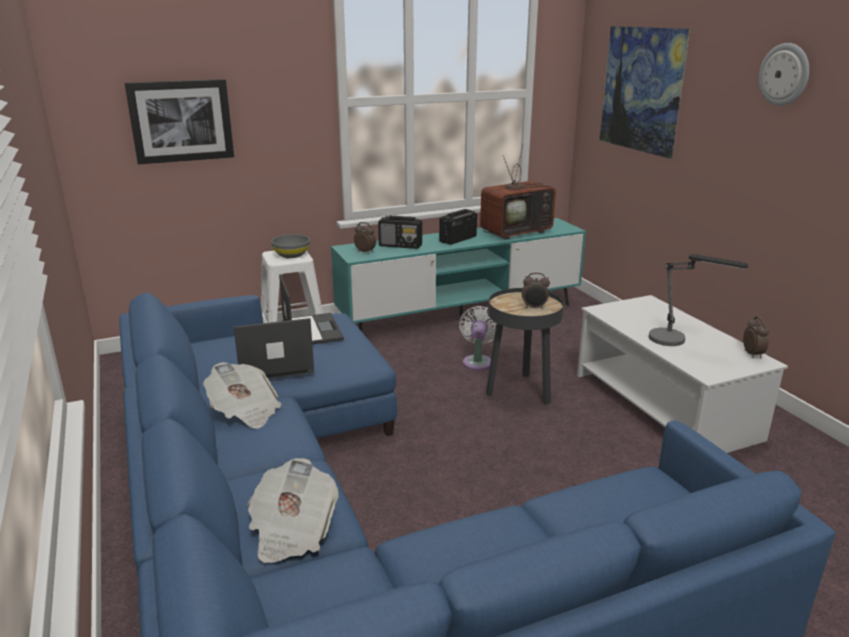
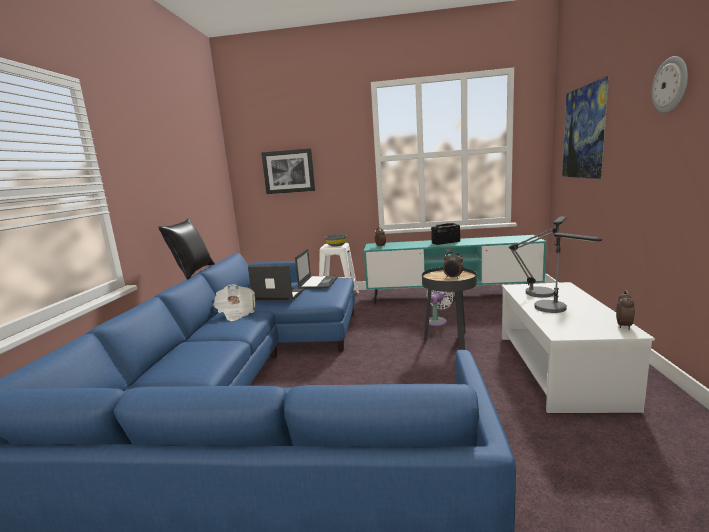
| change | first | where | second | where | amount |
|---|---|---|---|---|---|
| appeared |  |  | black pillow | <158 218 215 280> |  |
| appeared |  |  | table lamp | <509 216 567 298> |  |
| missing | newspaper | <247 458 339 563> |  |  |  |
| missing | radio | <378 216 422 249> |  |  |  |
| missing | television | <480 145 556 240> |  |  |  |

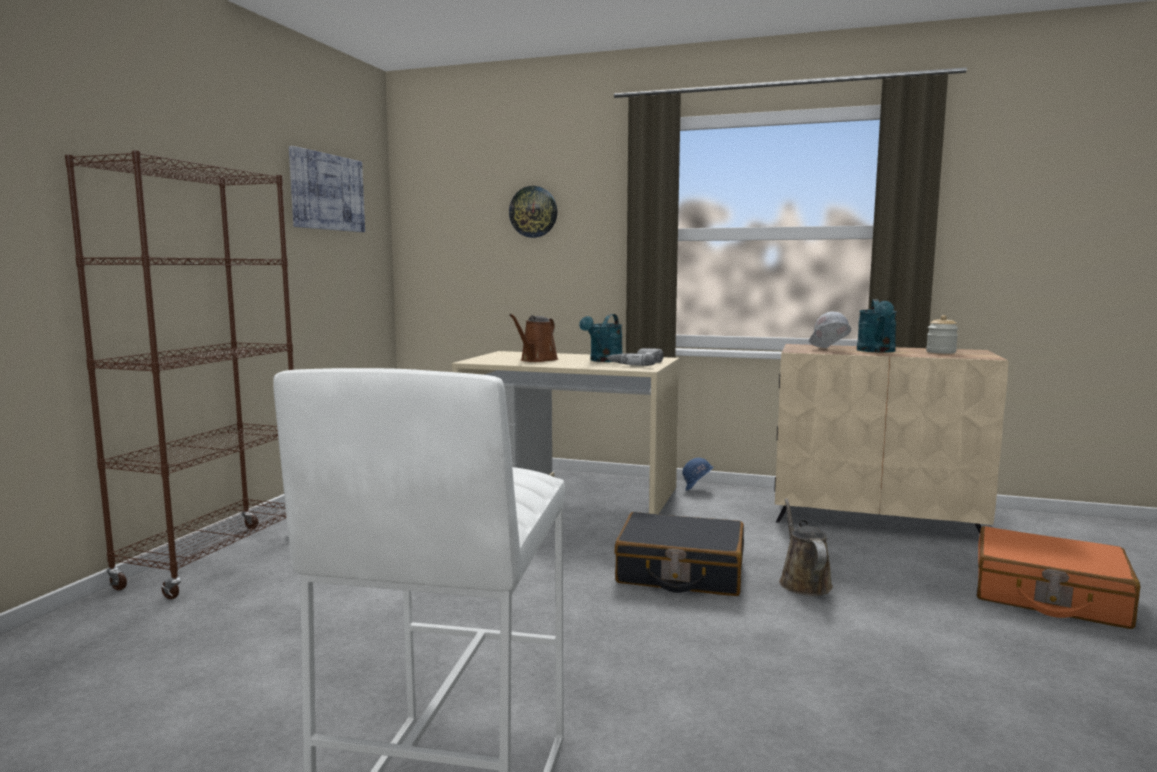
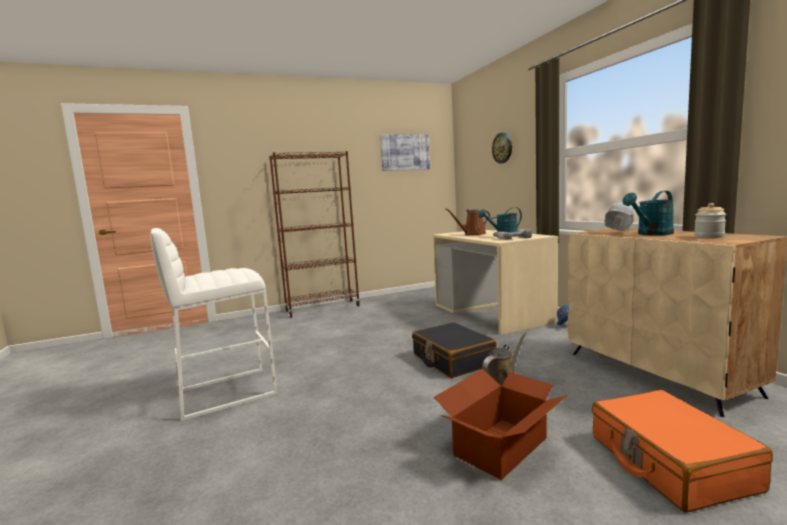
| change | first | where | second | where | amount |
|---|---|---|---|---|---|
| appeared |  |  | cardboard box | <434 369 568 480> |  |

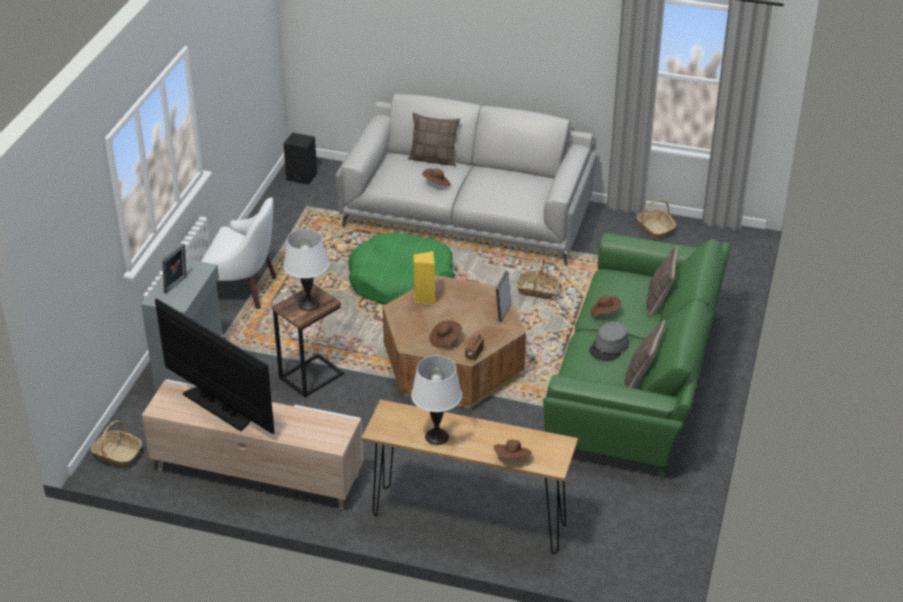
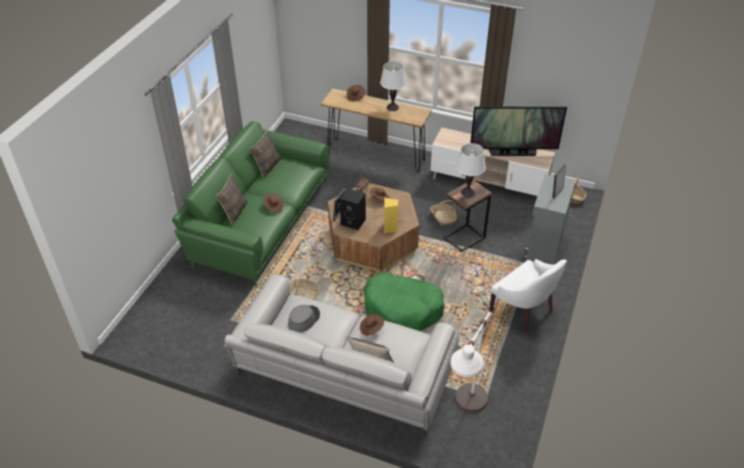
| change | first | where | second | where | amount |
|---|---|---|---|---|---|
| relocated | grey hat | <589 322 629 361> |  | <288 305 320 333> |  |
| relocated | black speaker | <283 132 317 185> |  | <340 188 366 230> |  |
| relocated | basket | <636 199 676 240> |  | <430 200 457 226> |  |
| appeared |  |  | white floor lamp | <450 312 491 412> |  |
| spun | television | <155 298 275 434> |  | <470 107 567 156> | 45 degrees counterclockwise |
| spun | white armchair | <201 197 276 309> |  | <489 259 567 332> | 150 degrees counterclockwise |

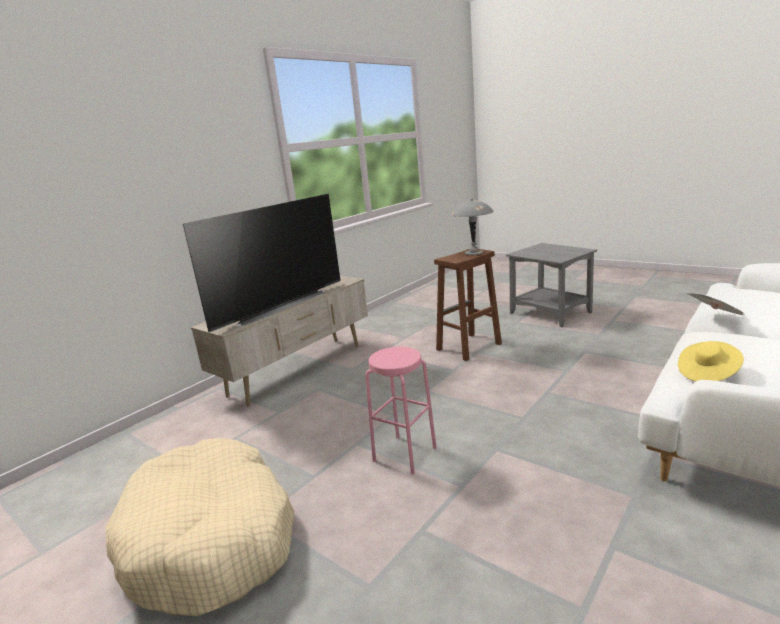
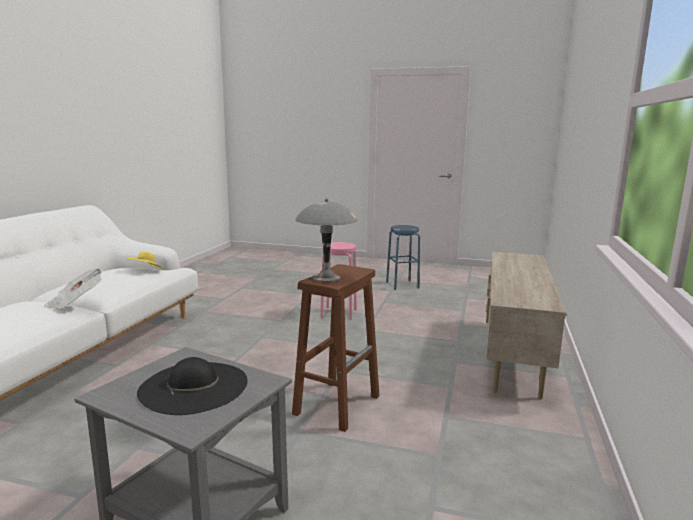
| change | first | where | second | where | amount |
|---|---|---|---|---|---|
| appeared |  |  | black hat | <137 357 248 415> |  |
| exchanged | beige dog bed | <105 438 294 616> | blue stool | <386 225 420 290> |  |
| missing | television | <183 194 341 332> |  |  |  |

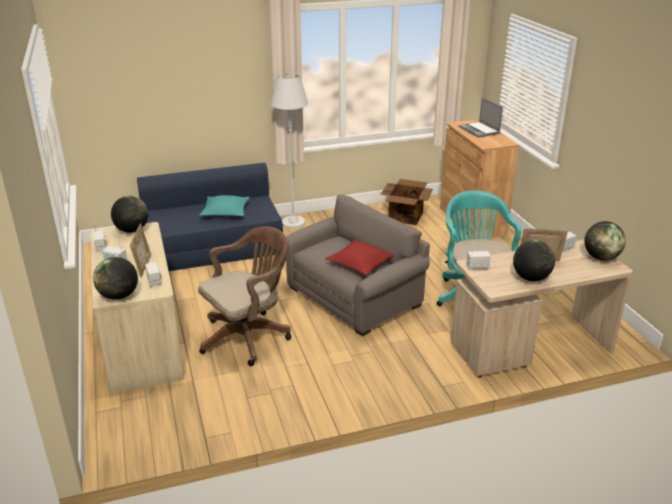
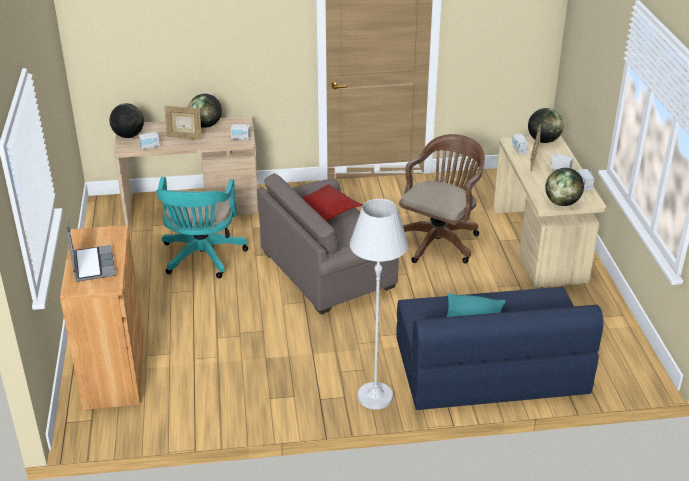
| change | first | where | second | where | amount |
|---|---|---|---|---|---|
| spun | brown office chair | <198 226 291 366> |  | <399 134 485 263> | 150 degrees clockwise |
| missing | cardboard box | <381 179 433 225> |  |  |  |

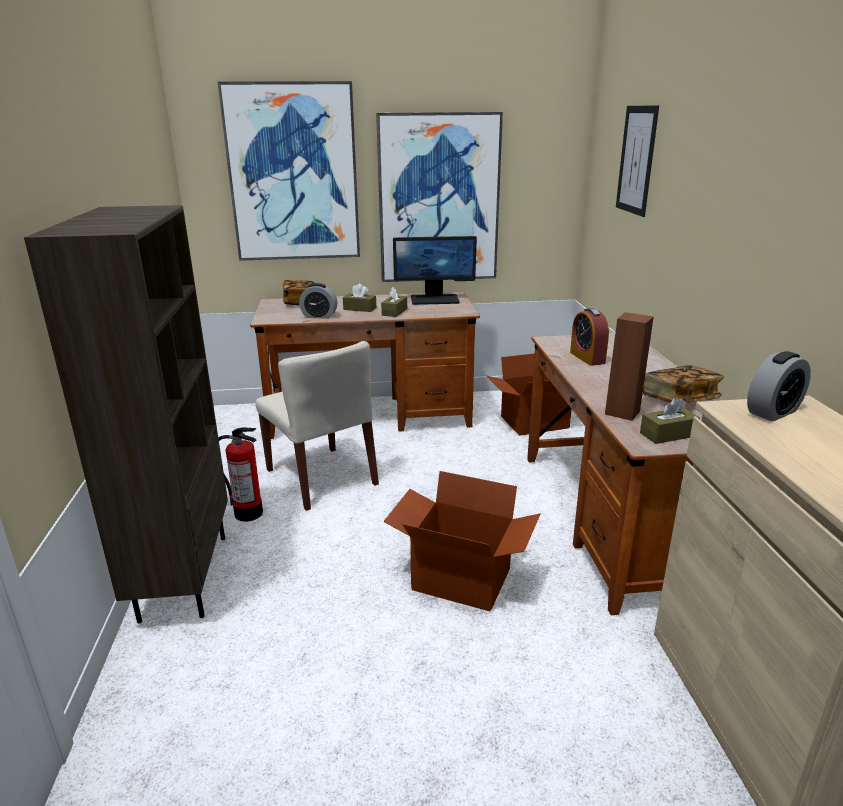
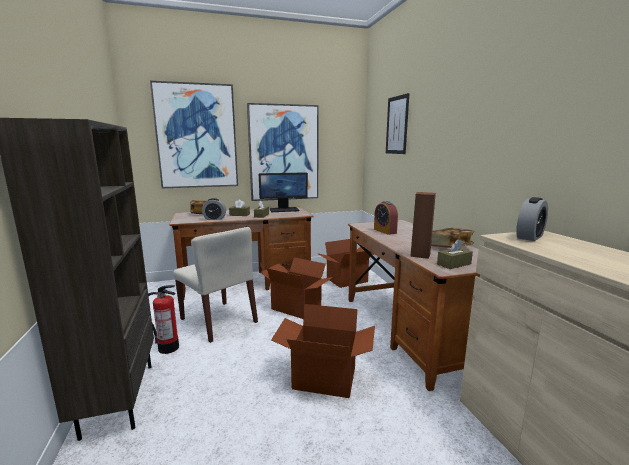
| change | first | where | second | where | amount |
|---|---|---|---|---|---|
| appeared |  |  | cardboard box | <261 257 333 319> |  |

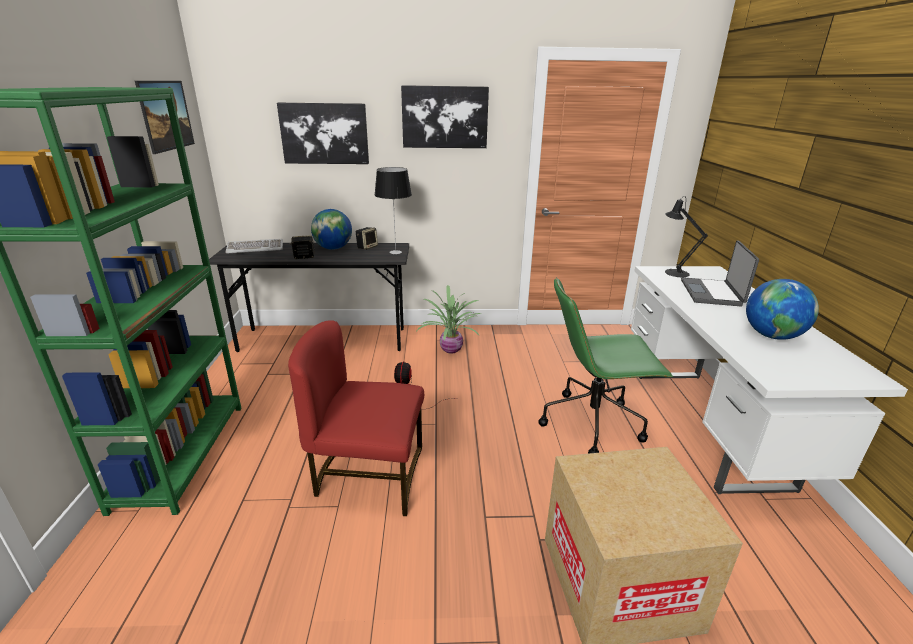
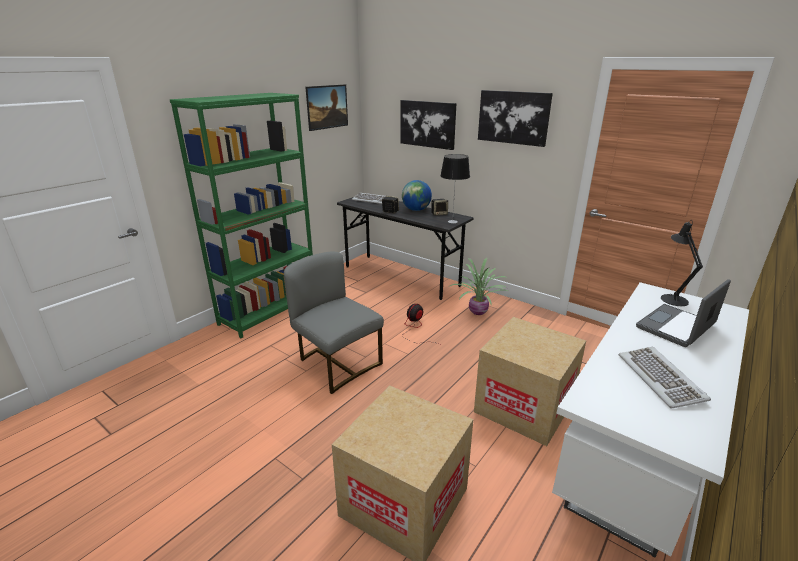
| change | first | where | second | where | amount |
|---|---|---|---|---|---|
| colour | red chair | <288 320 424 516> | grey chair | <284 252 384 394> |  |
| exchanged | green office chair | <539 277 673 454> | cardboard box | <474 317 586 446> |  |
| exchanged | globe | <746 279 819 340> | keyboard | <619 347 711 409> |  |

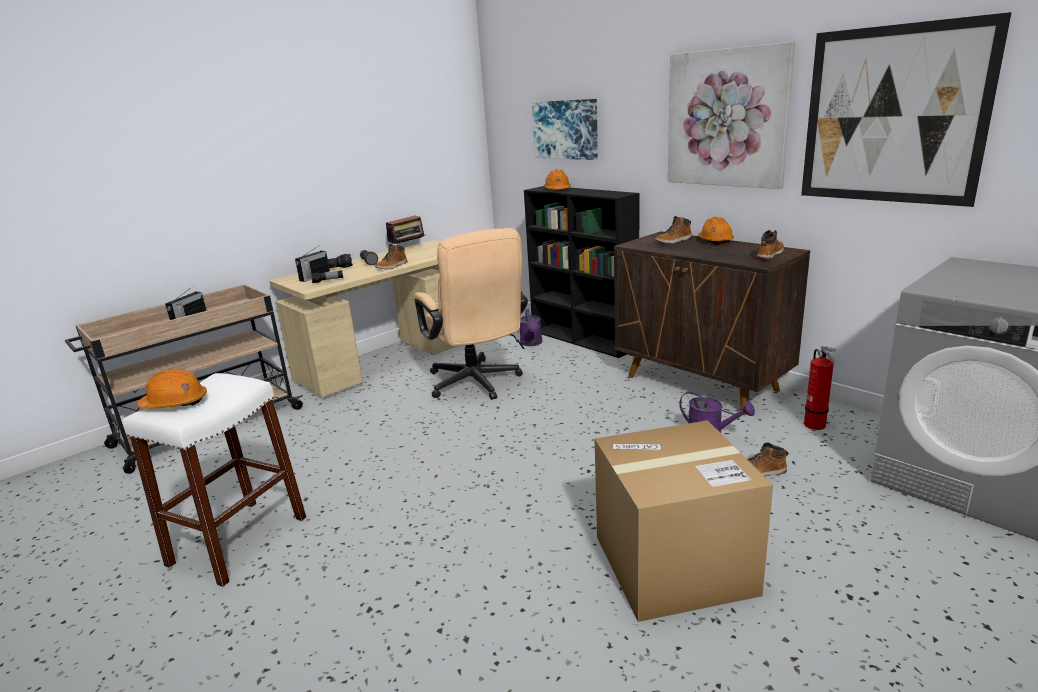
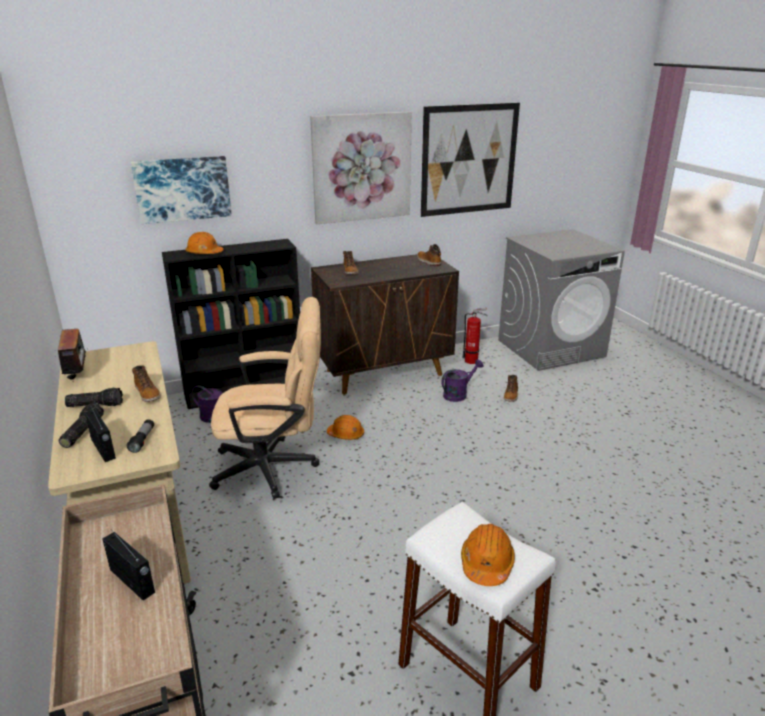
| change | first | where | second | where | amount |
|---|---|---|---|---|---|
| relocated | orange hard hat | <698 217 734 245> |  | <327 415 364 440> |  |
| missing | cardboard box | <595 420 773 622> |  |  |  |

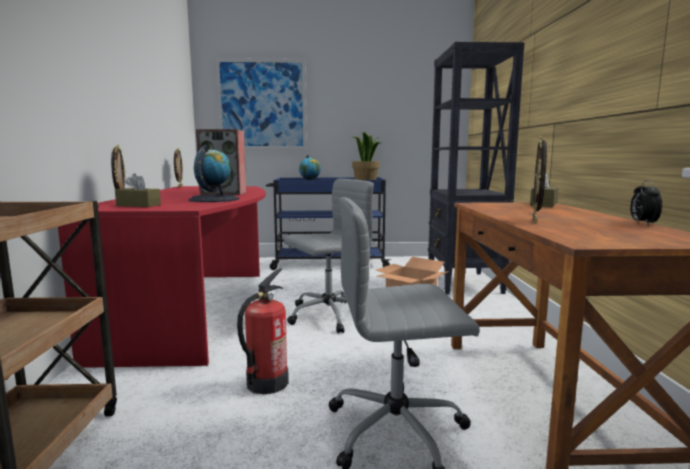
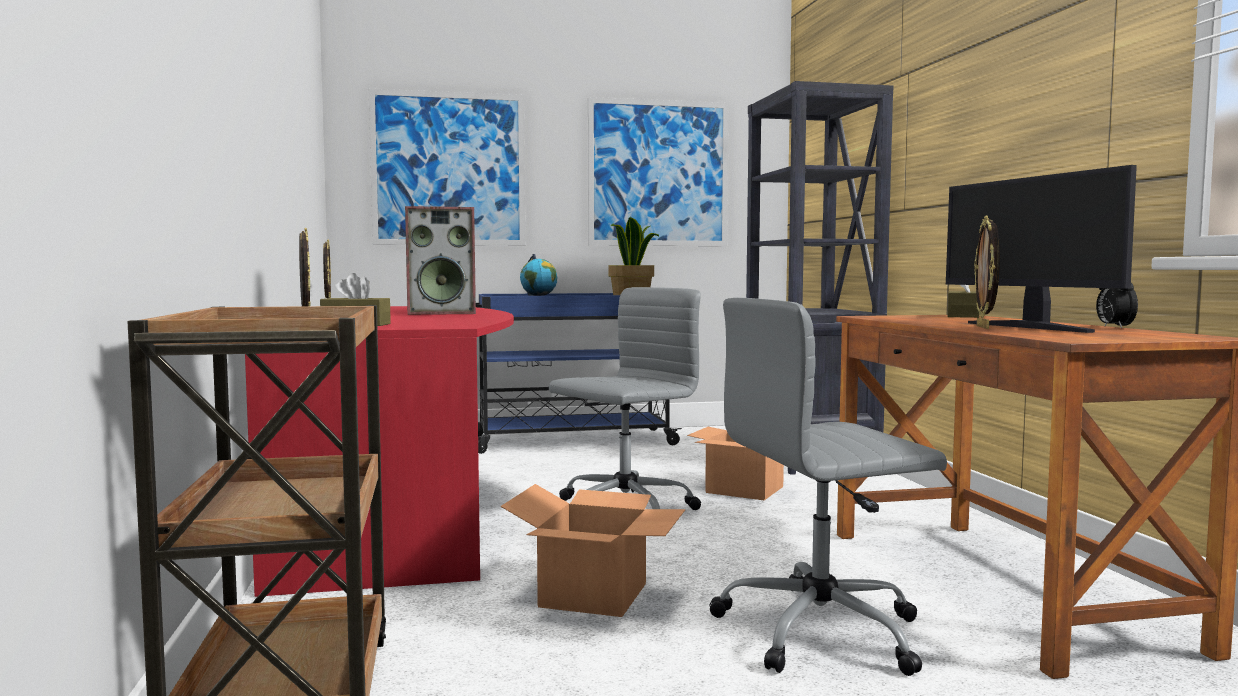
| change | first | where | second | where | amount |
|---|---|---|---|---|---|
| exchanged | fire extinguisher | <237 268 289 394> | cardboard box | <501 484 685 617> |  |
| appeared |  |  | picture | <588 97 729 246> |  |
| appeared |  |  | monitor | <946 165 1137 333> |  |
| missing | globe | <189 145 239 202> |  |  |  |

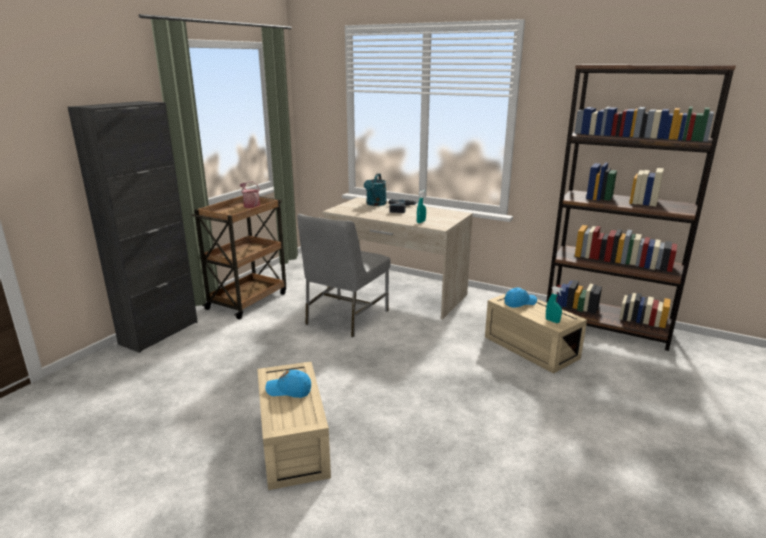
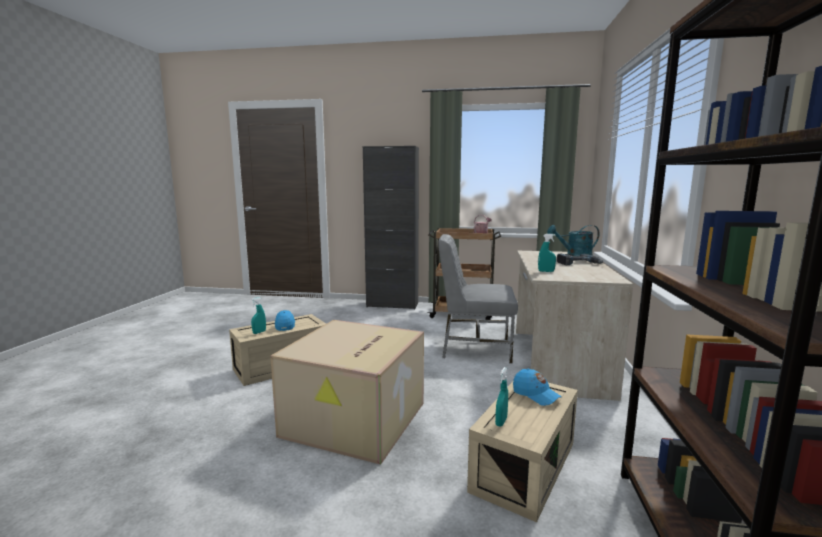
| change | first | where | second | where | amount |
|---|---|---|---|---|---|
| appeared |  |  | turquoise spray bottle | <251 297 266 334> |  |
| appeared |  |  | cardboard box | <270 320 424 465> |  |

